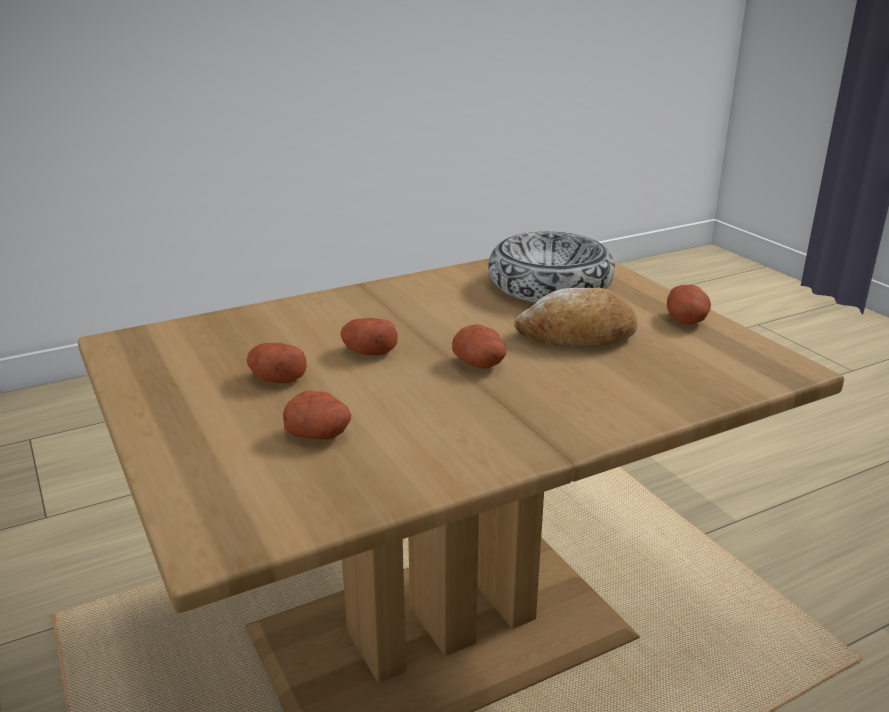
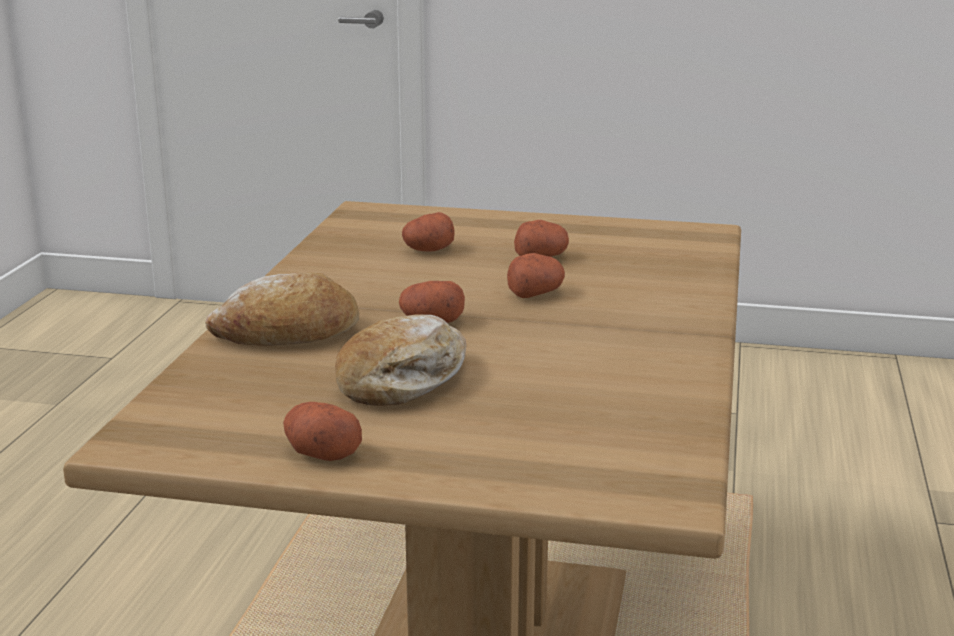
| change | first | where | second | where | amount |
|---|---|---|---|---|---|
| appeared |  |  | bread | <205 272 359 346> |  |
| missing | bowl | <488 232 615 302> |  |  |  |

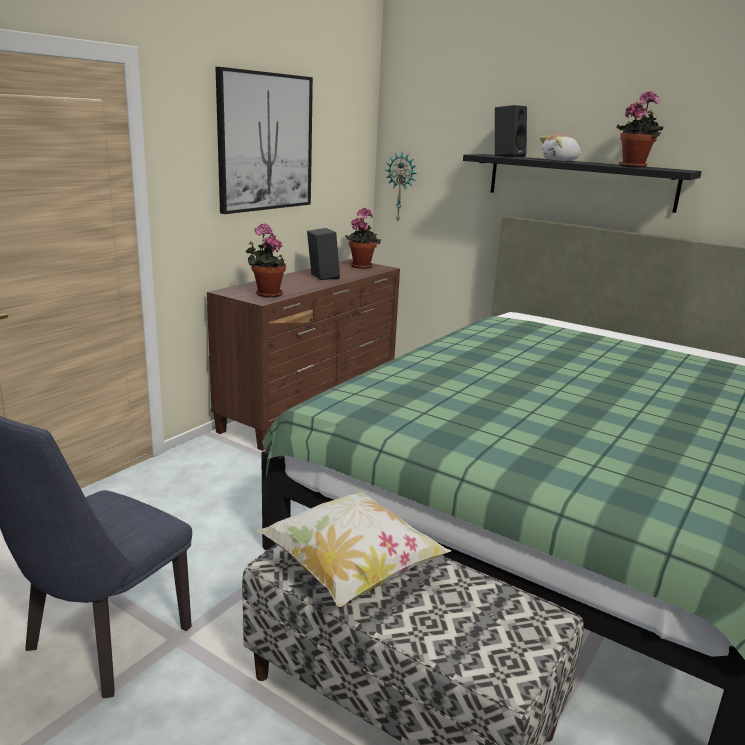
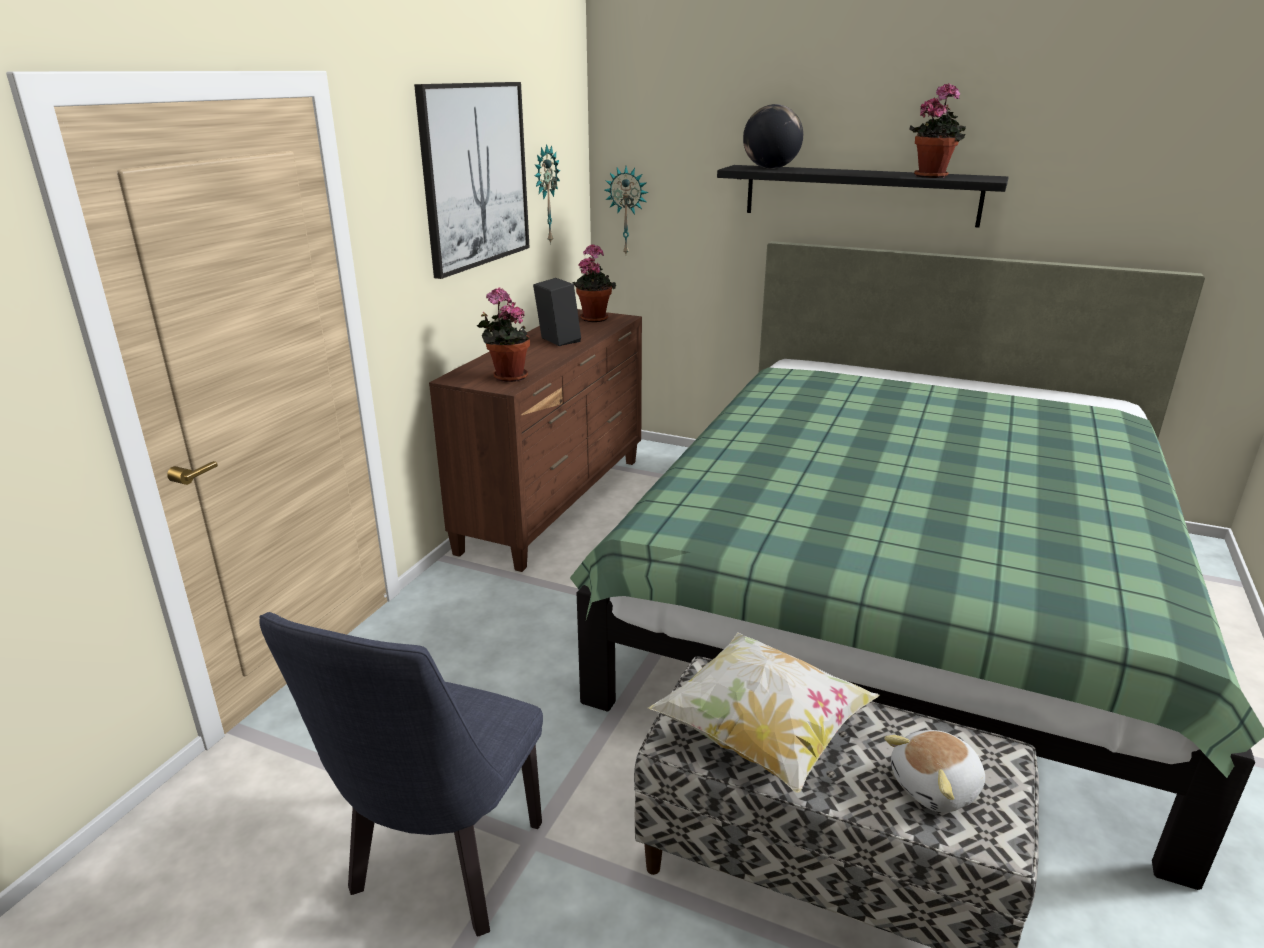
| change | first | where | second | where | amount |
|---|---|---|---|---|---|
| appeared |  |  | wall clock | <535 144 560 245> |  |
| exchanged | black speaker | <495 105 527 158> | globe | <743 104 803 169> |  |
| relocated | plush toy | <540 134 581 161> |  | <884 730 985 812> |  |

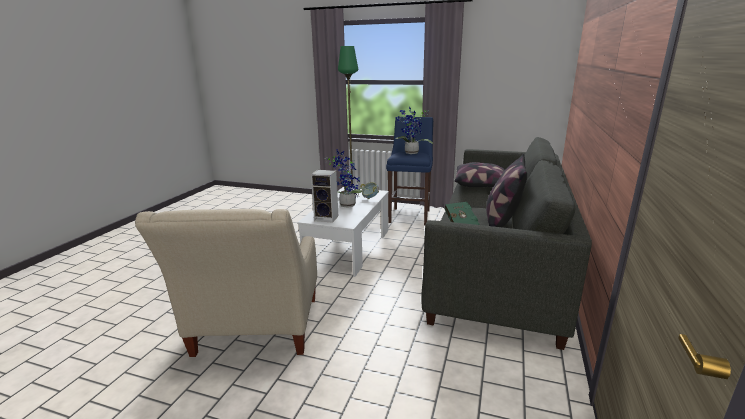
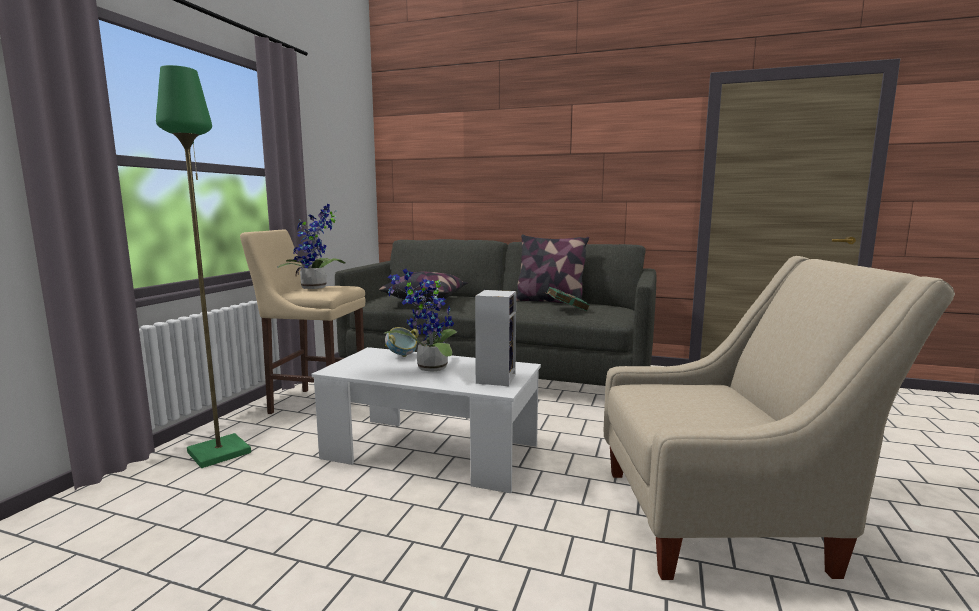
| change | first | where | second | where | amount |
|---|---|---|---|---|---|
| colour | blue stool | <386 117 433 225> | beige stool | <240 229 365 414> |  |

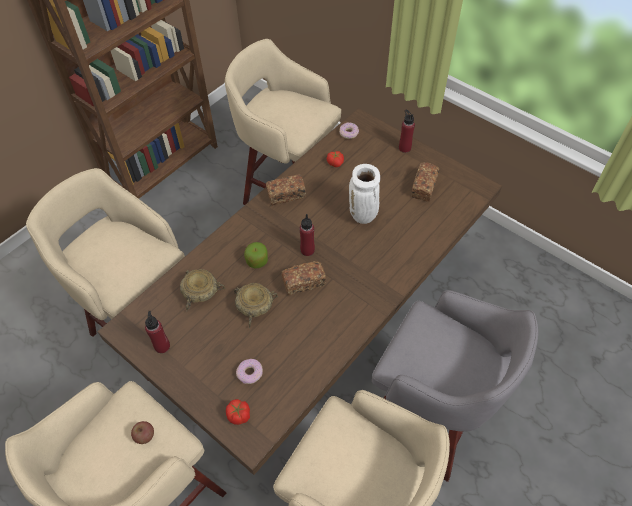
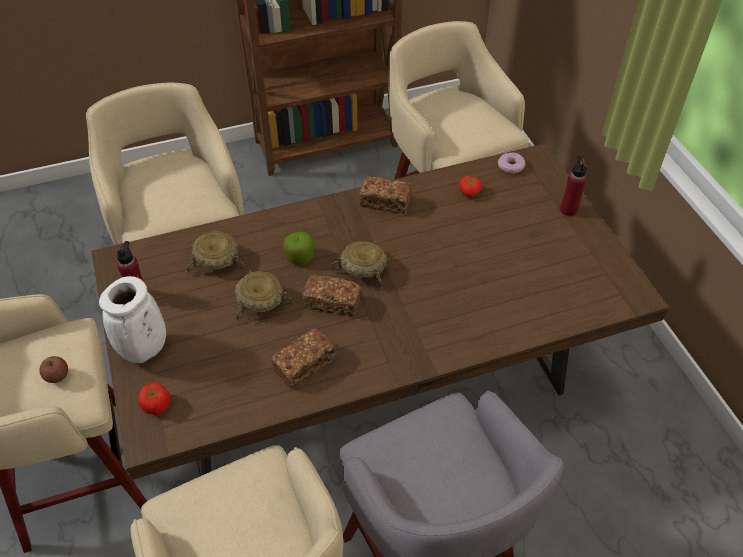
| change | first | where | second | where | amount |
|---|---|---|---|---|---|
| relocated | white vase | <349 164 380 224> |  | <99 276 166 363> |  |
| relocated | bread | <411 162 439 202> |  | <272 328 335 389> |  |
| exchanged | red bottle | <299 214 315 256> | beige bowl | <331 241 387 289> |  |
| missing | donut | <236 359 263 384> |  |  |  |

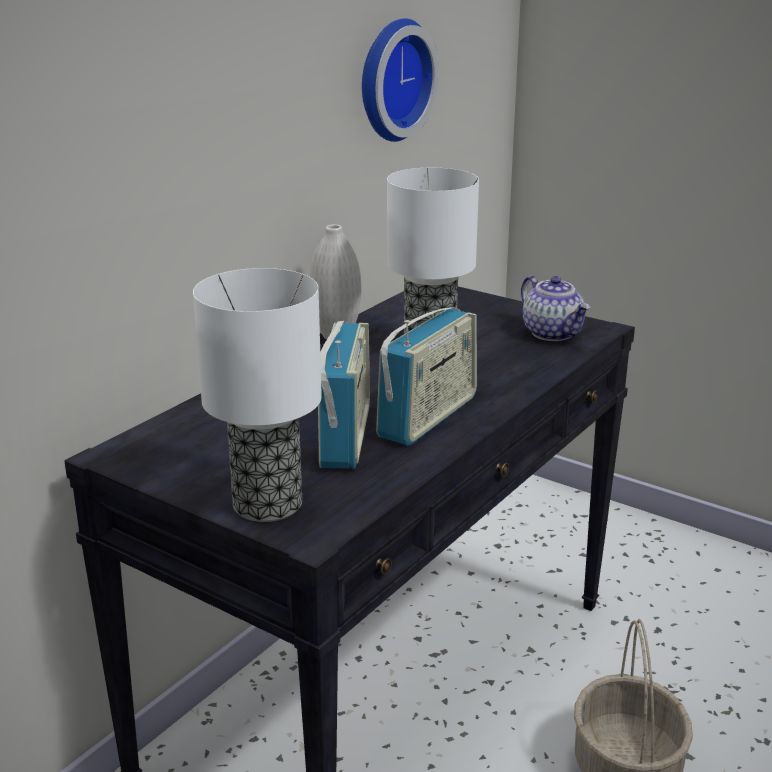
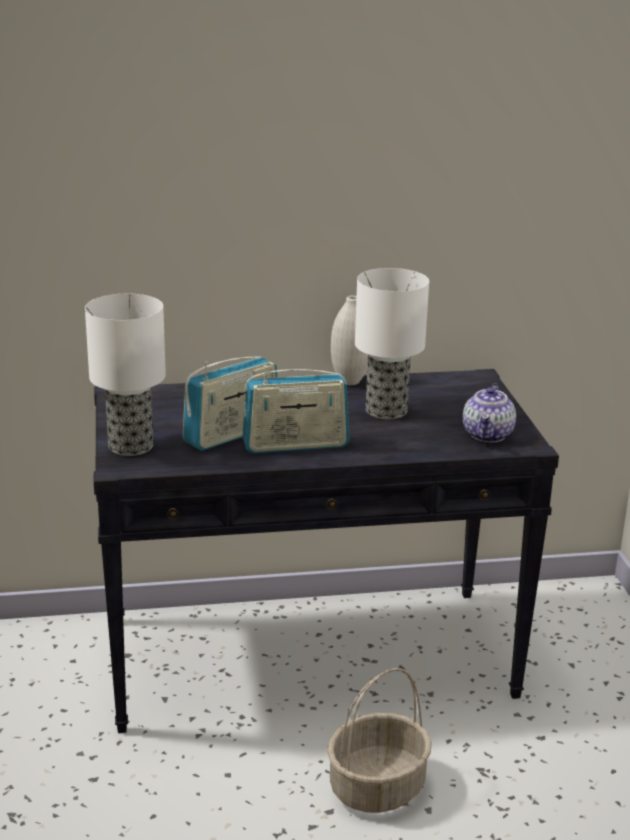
| change | first | where | second | where | amount |
|---|---|---|---|---|---|
| missing | wall clock | <362 18 439 142> |  |  |  |

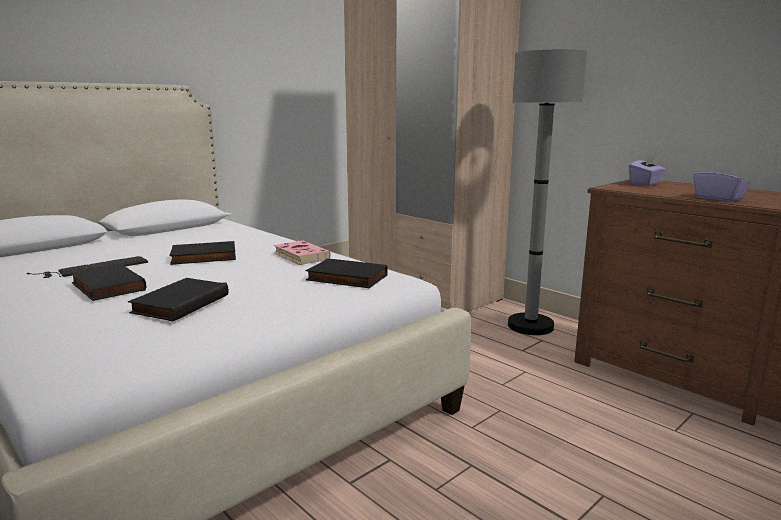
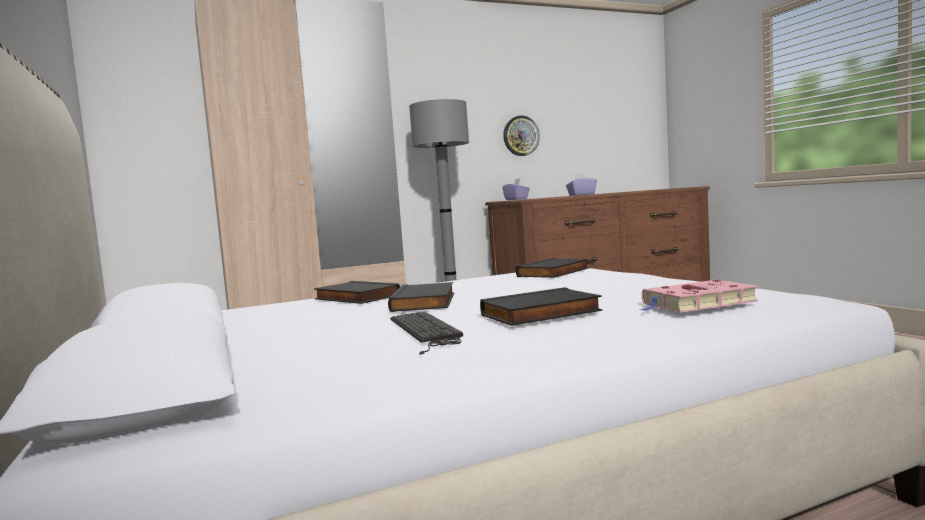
| change | first | where | second | where | amount |
|---|---|---|---|---|---|
| relocated | black book | <128 278 229 321> |  | <314 281 400 304> |  |
| appeared |  |  | wall clock | <503 116 540 156> |  |
| relocated | pink book | <274 240 331 265> |  | <639 280 758 313> |  |

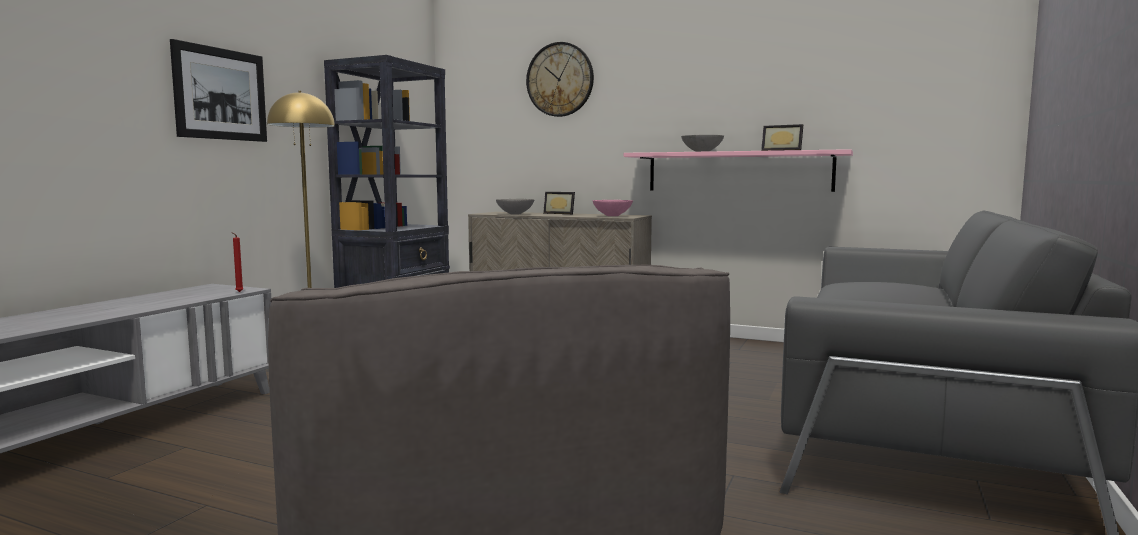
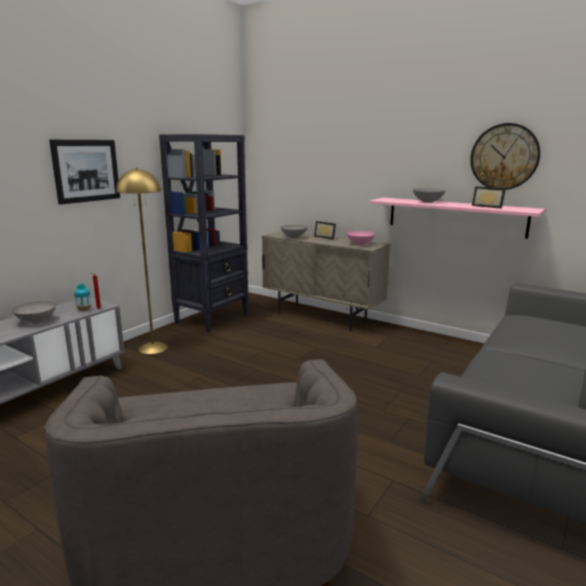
| change | first | where | second | where | amount |
|---|---|---|---|---|---|
| appeared |  |  | grey bowl | <12 301 56 323> |  |
| appeared |  |  | vase | <74 284 91 311> |  |
| relocated | wall clock | <526 42 594 117> |  | <470 123 540 190> |  |

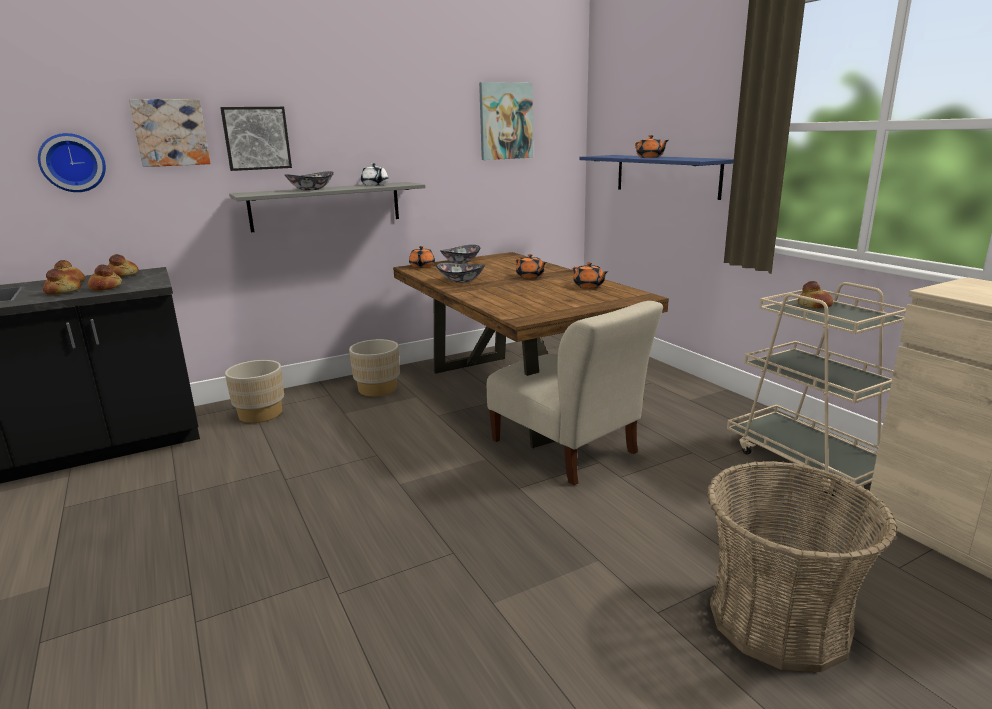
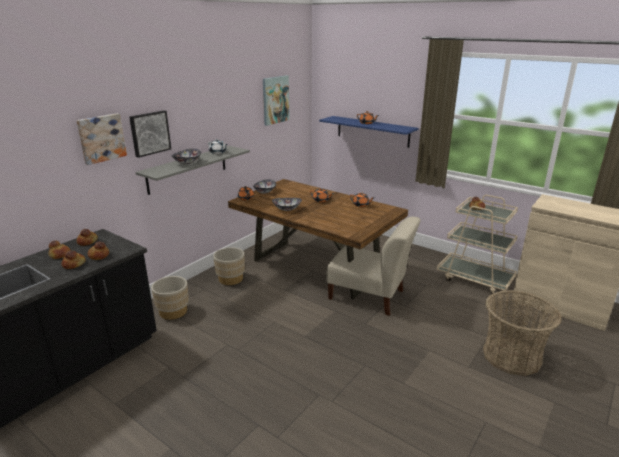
| change | first | where | second | where | amount |
|---|---|---|---|---|---|
| missing | wall clock | <38 133 106 192> |  |  |  |

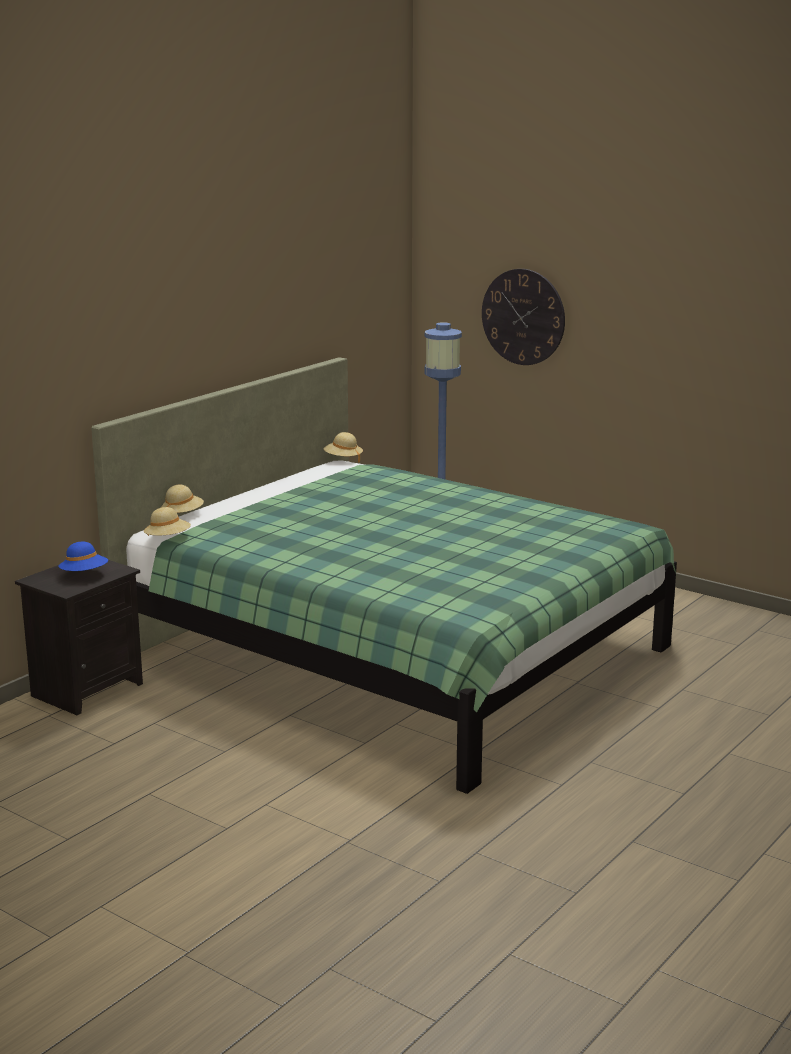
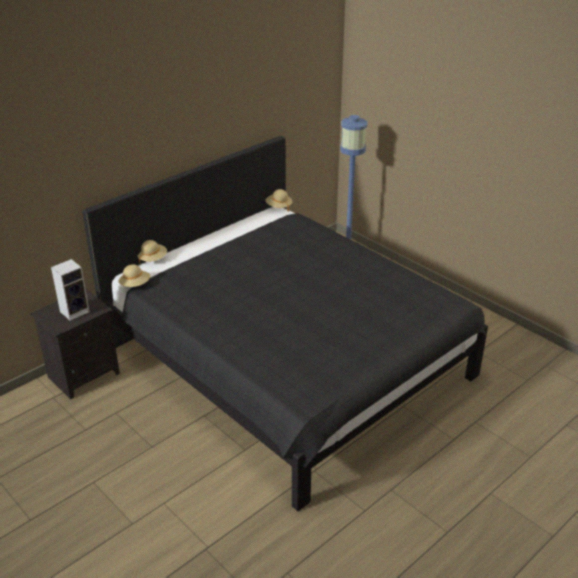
| change | first | where | second | where | amount |
|---|---|---|---|---|---|
| exchanged | blue hat | <59 541 108 571> | speaker | <51 259 90 321> |  |
| colour | green bed | <91 357 677 794> | black bed | <82 136 488 511> |  |
| missing | wall clock | <482 269 565 365> |  |  |  |

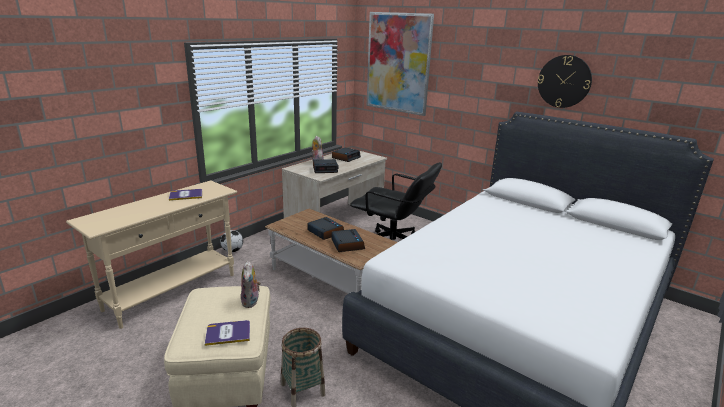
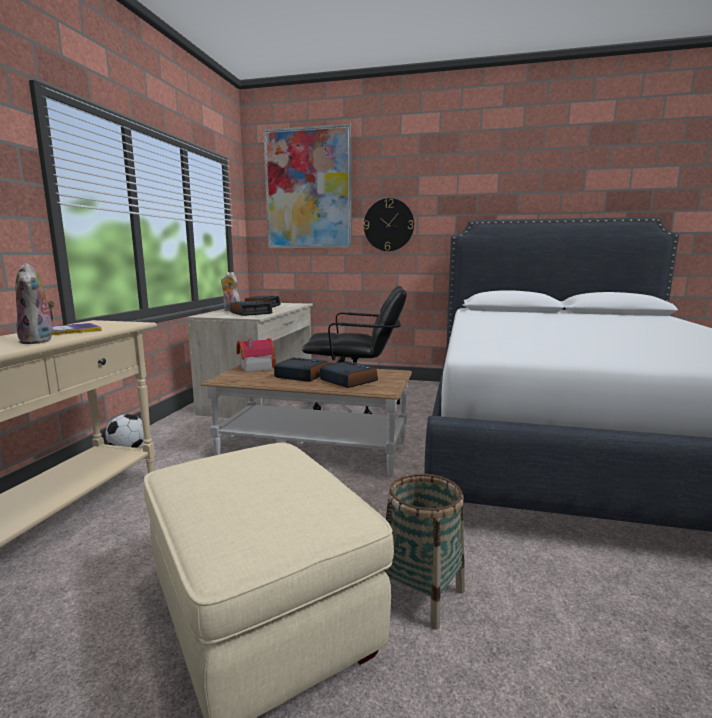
| change | first | where | second | where | amount |
|---|---|---|---|---|---|
| relocated | plush toy | <241 261 261 308> |  | <15 263 55 344> |  |
| appeared |  |  | toy house | <237 338 276 373> |  |
| relocated | wall clock | <538 55 592 108> |  | <364 198 414 251> |  |
| missing | book | <205 320 250 346> |  |  |  |

